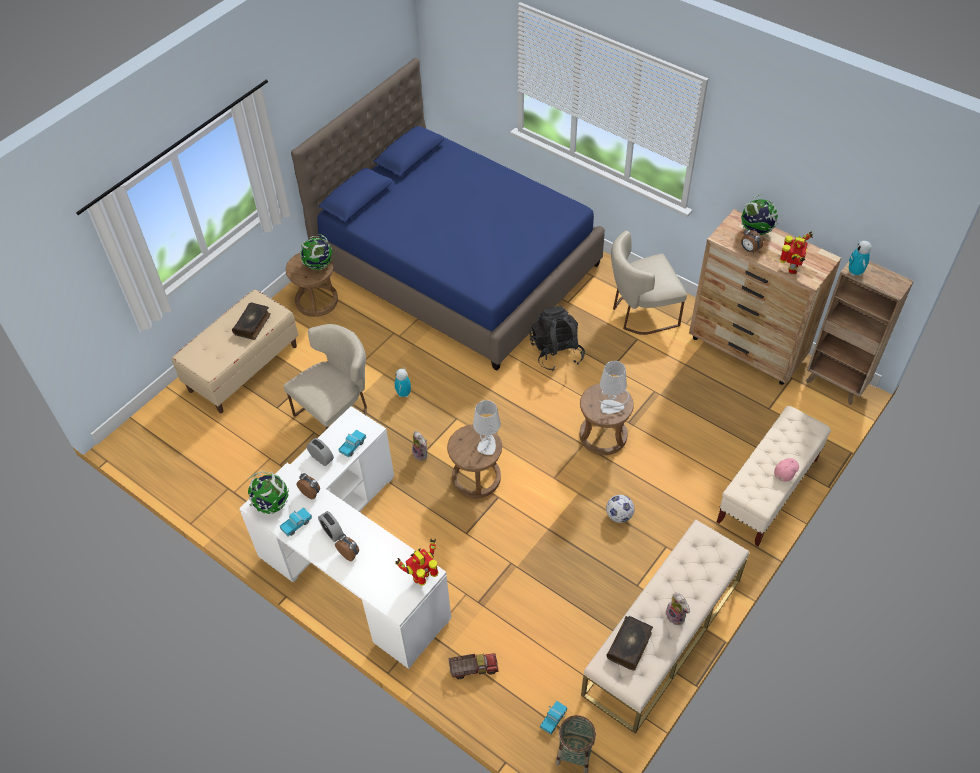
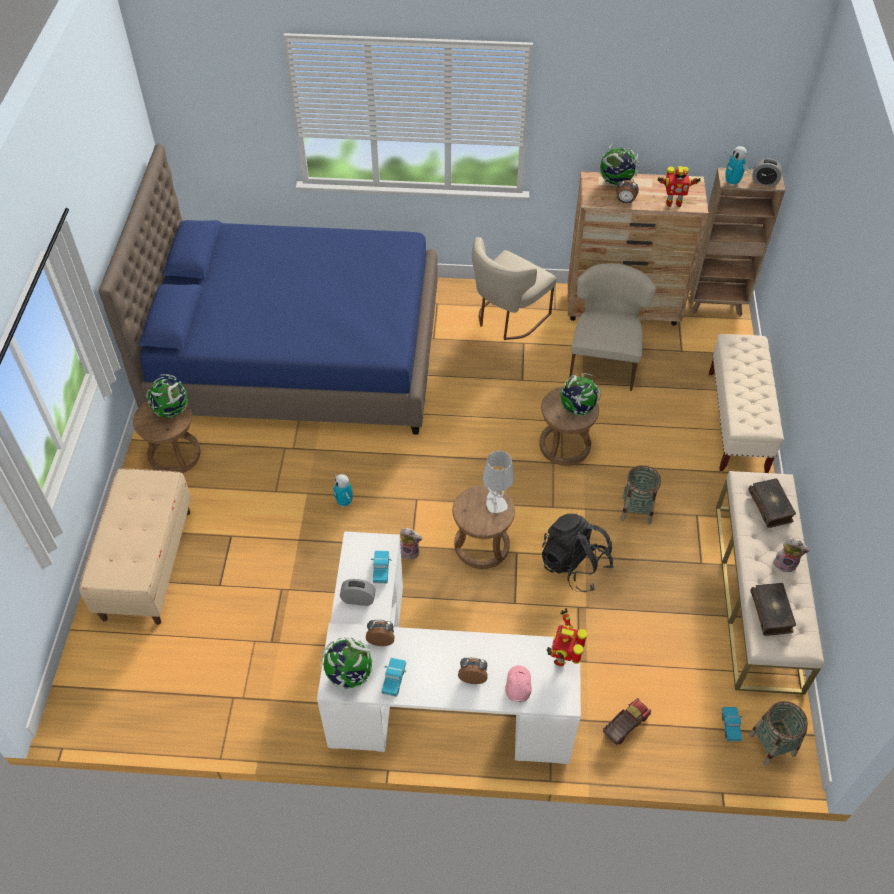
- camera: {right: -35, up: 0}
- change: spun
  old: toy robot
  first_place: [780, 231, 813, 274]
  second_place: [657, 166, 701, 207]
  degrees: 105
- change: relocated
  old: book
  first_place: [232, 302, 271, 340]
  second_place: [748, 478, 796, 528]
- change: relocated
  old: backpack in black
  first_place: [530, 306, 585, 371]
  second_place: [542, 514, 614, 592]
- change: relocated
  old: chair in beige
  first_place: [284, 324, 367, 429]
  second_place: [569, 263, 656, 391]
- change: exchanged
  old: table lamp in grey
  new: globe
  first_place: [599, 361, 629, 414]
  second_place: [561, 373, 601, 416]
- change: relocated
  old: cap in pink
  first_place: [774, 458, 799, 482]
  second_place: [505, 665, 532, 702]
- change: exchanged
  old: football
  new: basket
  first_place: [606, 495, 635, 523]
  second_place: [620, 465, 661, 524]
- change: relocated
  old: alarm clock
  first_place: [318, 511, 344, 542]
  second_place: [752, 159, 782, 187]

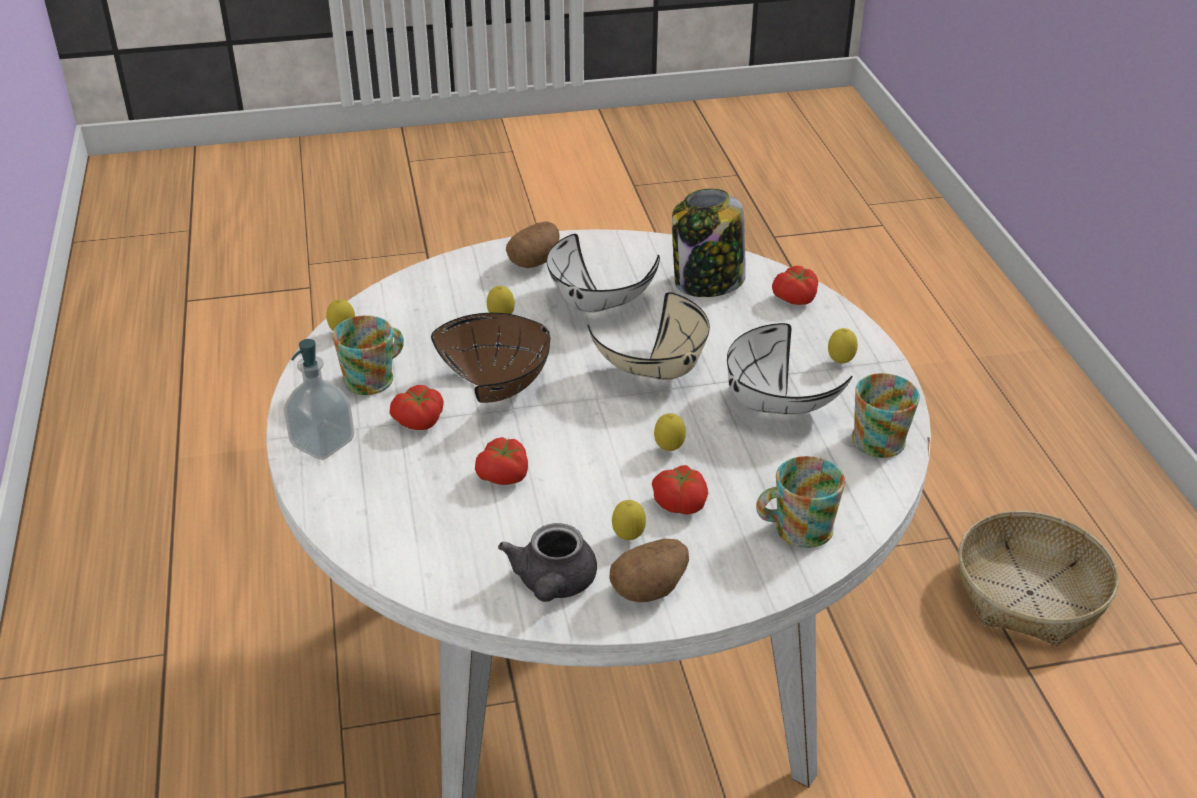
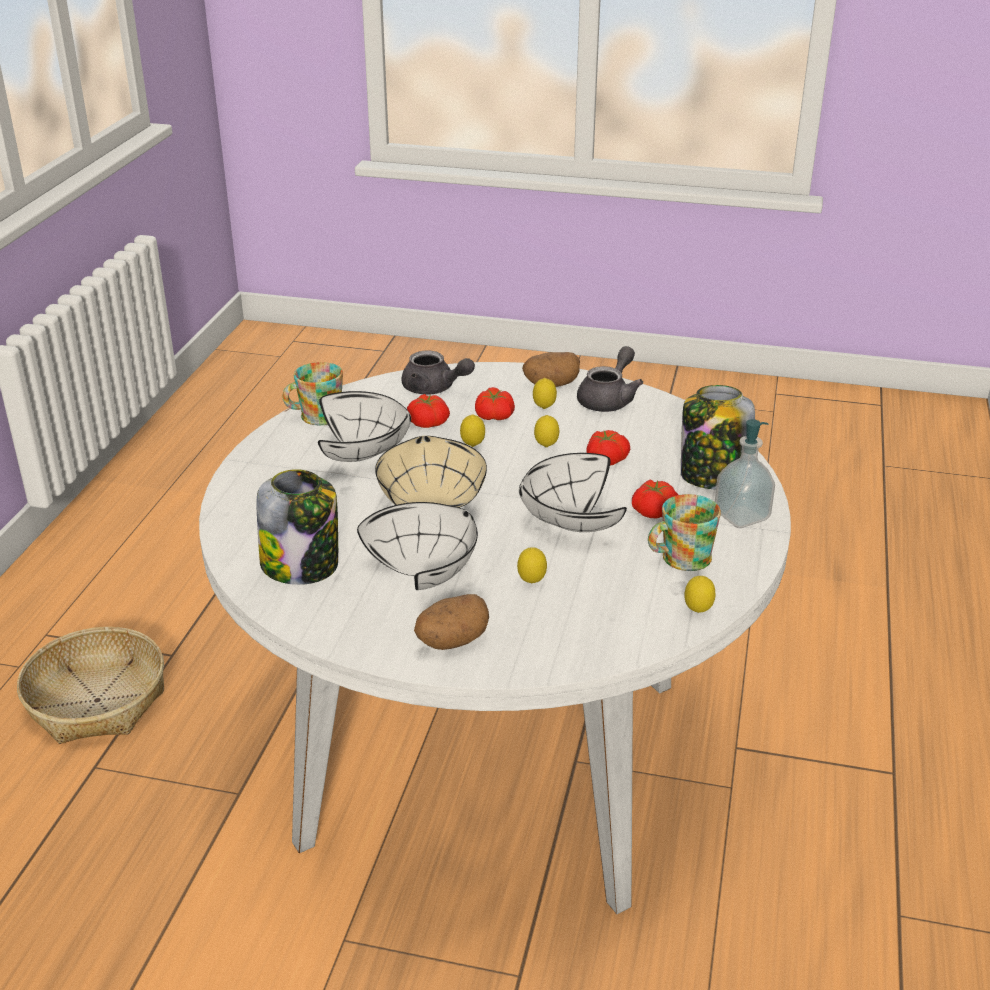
- camera: {right: -155, up: -5}
- change: relocated
  old: tomato
  first_place: [772, 266, 818, 305]
  second_place: [407, 394, 450, 428]
- change: colour
  old: bowl in brown
  new: bowl in white
  first_place: [431, 313, 550, 403]
  second_place: [519, 453, 627, 532]
- change: relocated
  old: lemon
  first_place: [828, 328, 858, 364]
  second_place: [534, 415, 559, 447]
- change: exchanged
  old: mug
  new: teapot in grey
  first_place: [756, 456, 845, 548]
  second_place: [401, 350, 475, 395]
- change: appeared
  new: jar
  second_place: [681, 385, 755, 490]

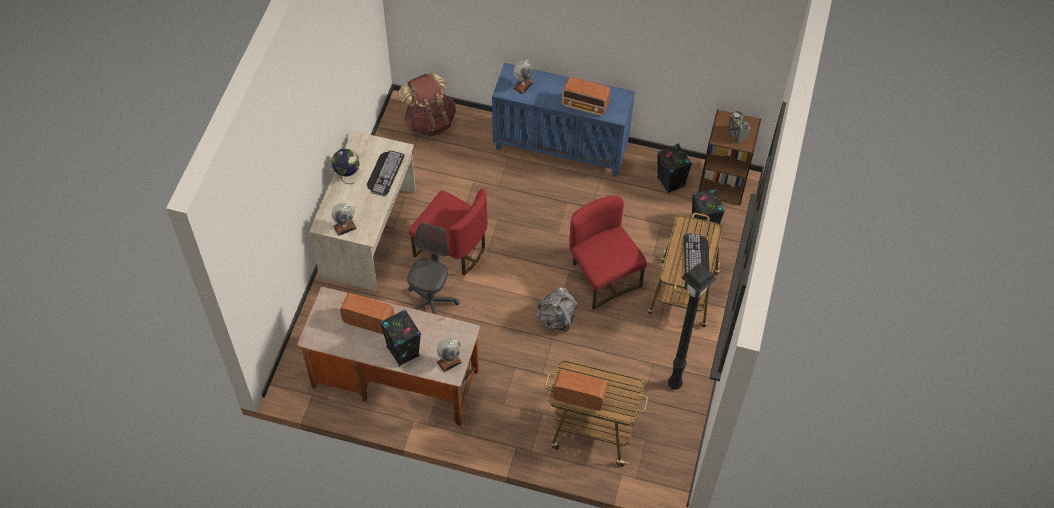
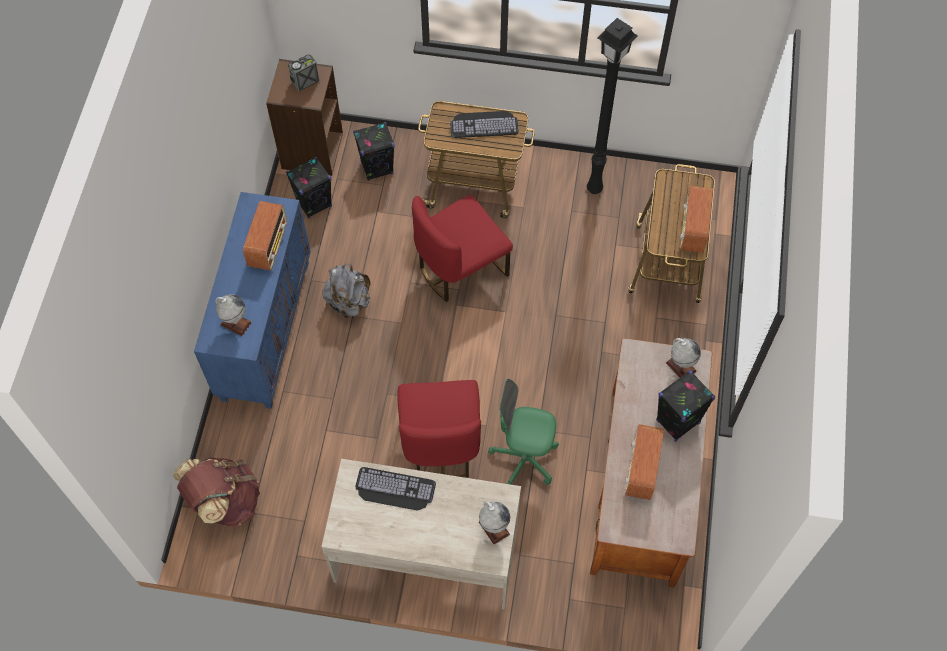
- camera: {right: -95, up: 5}
- change: missing
  old: globe
  first_place: [332, 149, 360, 184]
- change: spun
  old: chair in red
  first_place: [409, 188, 488, 275]
  second_place: [398, 380, 481, 478]
  degrees: 150
- change: colour
  old: office chair in grey
  new: office chair in green
  first_place: [407, 222, 459, 314]
  second_place: [488, 379, 559, 485]
- change: relocated
  old: backpack in grey
  first_place: [535, 287, 578, 333]
  second_place: [322, 264, 371, 318]

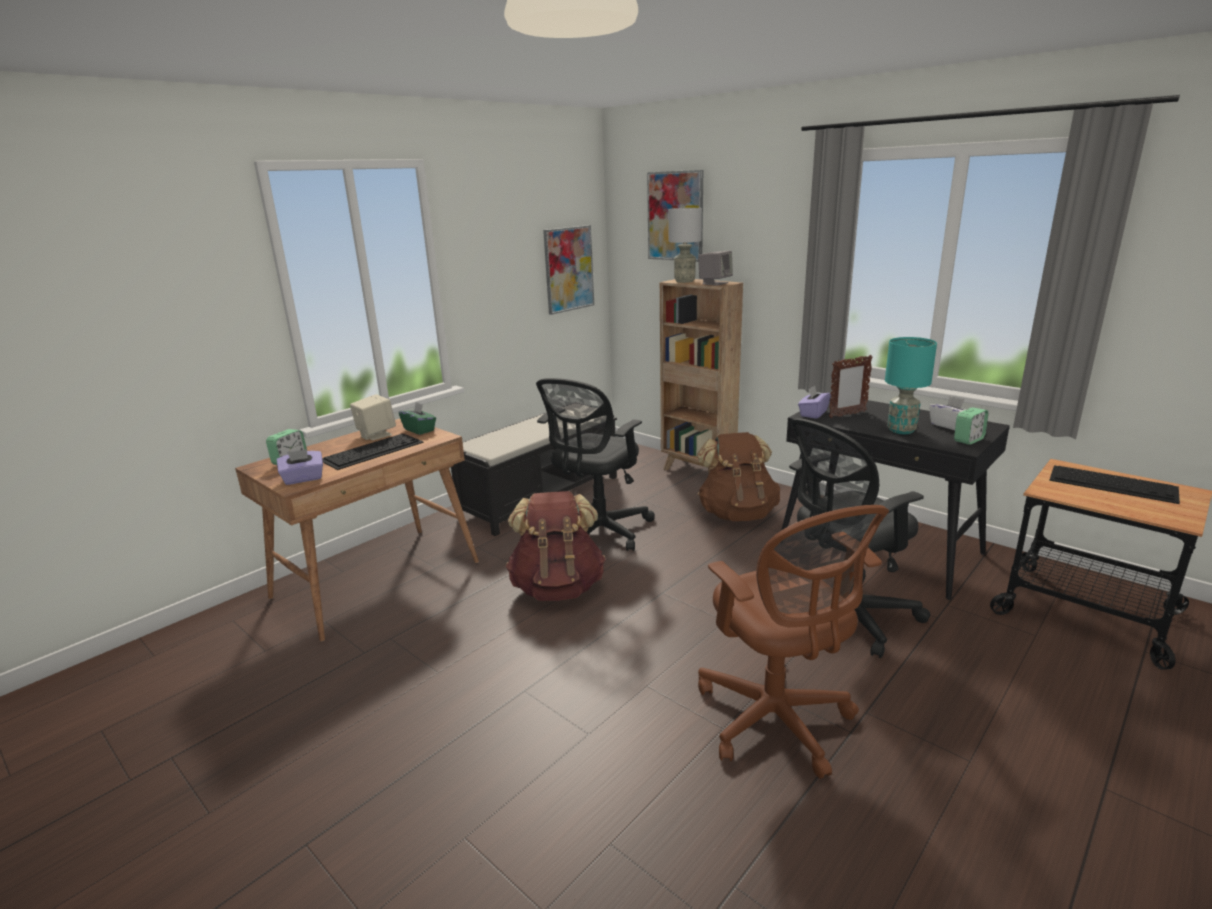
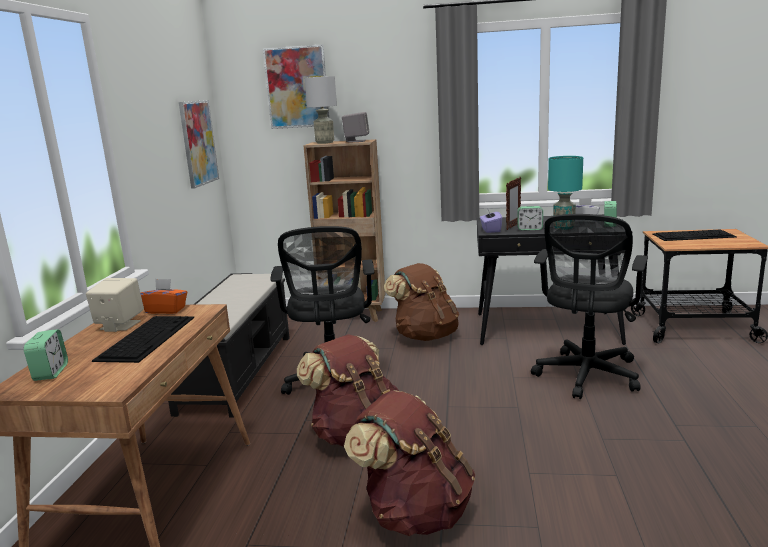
- camera: {right: -35, up: -5}
- change: colour
  old: tissue box in green
  new: tissue box in orange
  first_place: [399, 402, 436, 435]
  second_place: [141, 279, 187, 314]
- change: missing
  old: tissue box in purple
  first_place: [277, 449, 323, 485]
- change: missing
  old: office chair in brown
  first_place: [698, 505, 889, 779]
- change: appeared
  new: alarm clock
  second_place: [517, 206, 543, 230]
- change: appeared
  new: backpack in brown
  second_place: [344, 390, 475, 536]

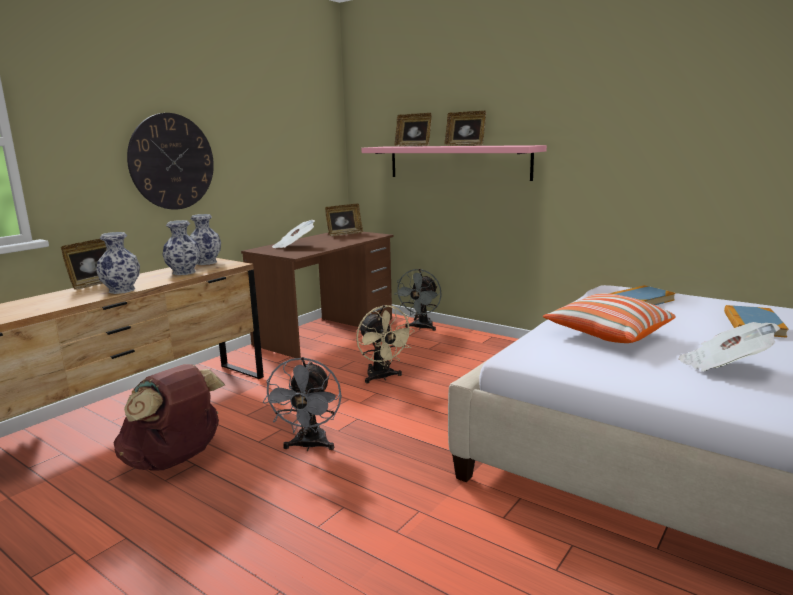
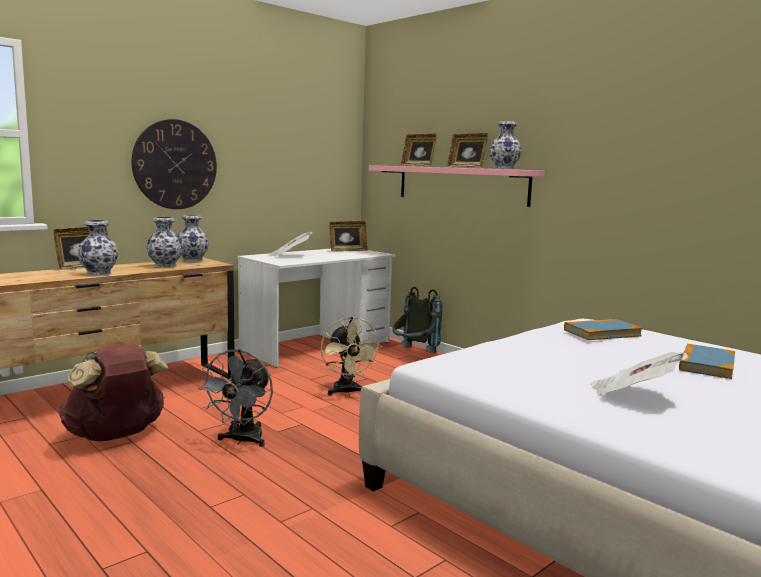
- camera: {right: 10, up: -5}
- change: colour
  old: desk in brown
  new: desk in white
  first_place: [241, 232, 394, 358]
  second_place: [237, 249, 395, 367]
- change: exchanged
  old: fan in grey
  new: backpack in grey
  first_place: [394, 269, 442, 331]
  second_place: [392, 287, 443, 353]
- change: missing
  old: pillow
  first_place: [543, 293, 676, 343]
- change: appeared
  new: vase
  second_place: [490, 121, 522, 169]

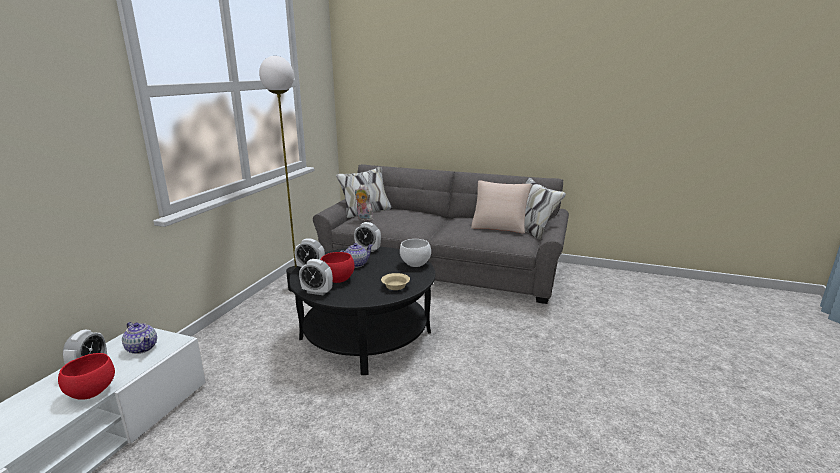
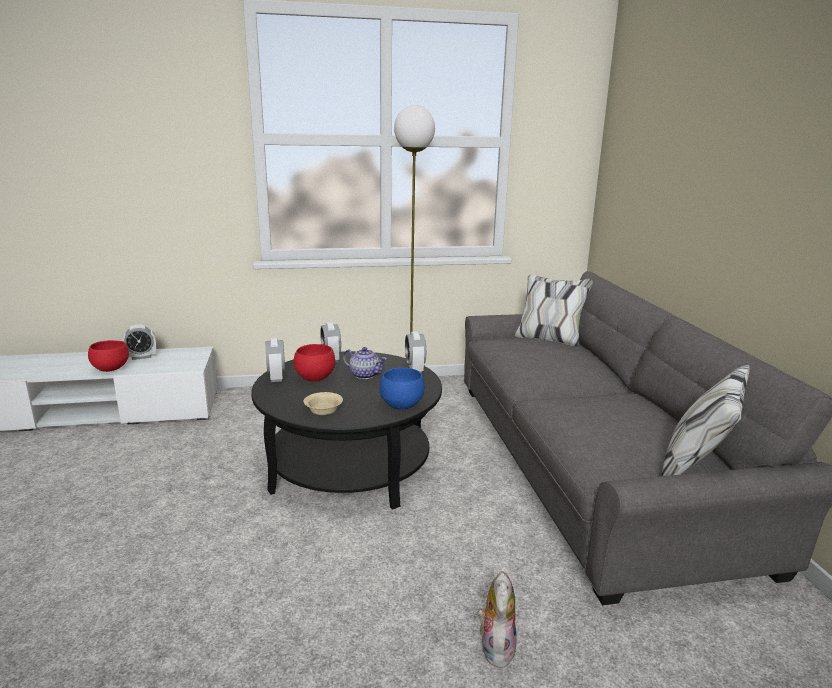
- camera: {right: 60, up: 0}
- change: missing
  old: pillow in beige
  first_place: [471, 180, 531, 234]
- change: relocated
  old: plush toy
  first_place: [355, 185, 373, 221]
  second_place: [477, 571, 517, 668]
- change: colour
  old: bowl in white
  new: bowl in blue
  first_place: [400, 239, 431, 267]
  second_place: [379, 368, 425, 409]
- change: missing
  old: teapot
  first_place: [122, 322, 157, 354]

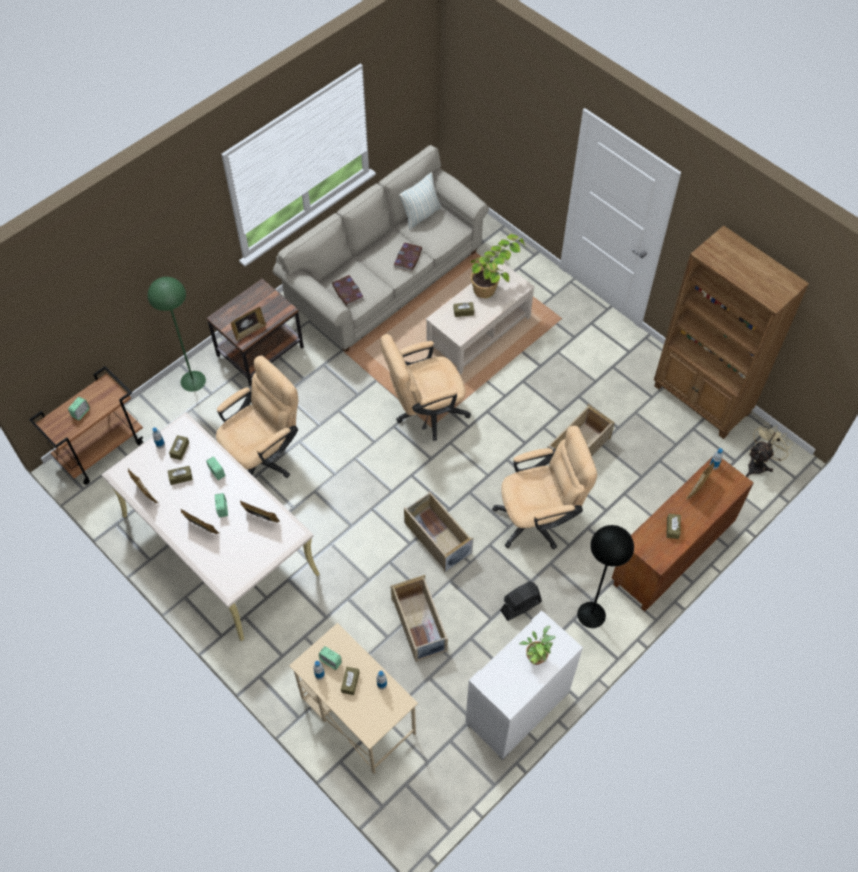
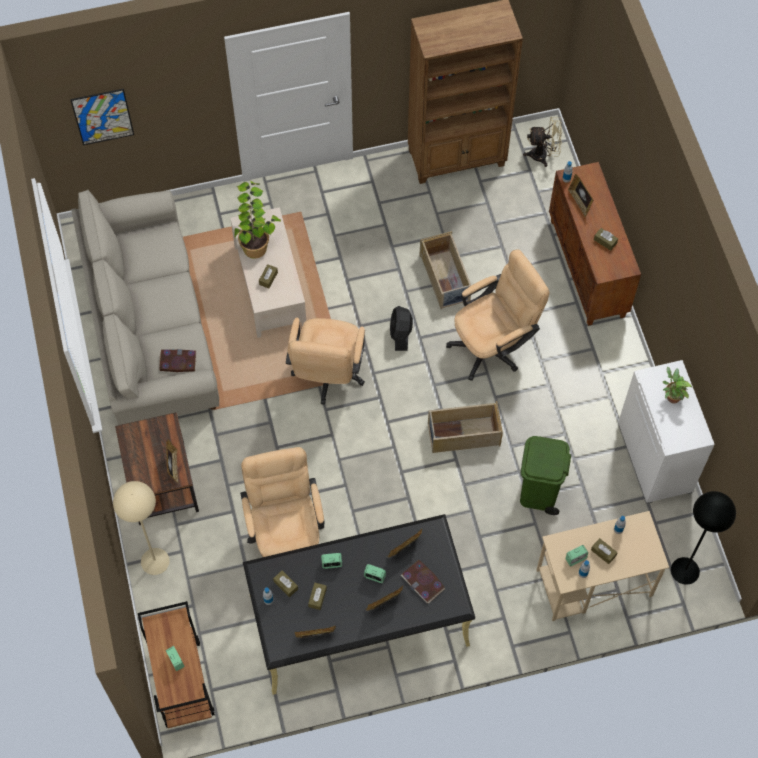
- camera: {right: -60, up: 5}
- change: missing
  old: pillow
  first_place: [399, 173, 442, 230]
- change: relocated
  old: book
  first_place: [394, 243, 422, 272]
  second_place: [401, 560, 445, 604]
- change: colour
  old: floor lamp in green
  new: floor lamp in beige
  first_place: [148, 277, 206, 392]
  second_place: [113, 481, 170, 575]
- change: colour
  old: desk in beige
  new: desk in black
  first_place: [102, 412, 320, 641]
  second_place: [243, 514, 475, 695]
- change: spun
  old: fan in beige
  first_place: [746, 422, 793, 477]
  second_place: [523, 117, 562, 167]
  degrees: 105
- change: spun
  old: office chair in beige
  first_place: [492, 426, 597, 550]
  second_place: [446, 249, 549, 381]
  degrees: 45
- change: relocated
  old: floor lamp in black
  first_place: [577, 525, 634, 628]
  second_place: [671, 491, 736, 585]
- change: exchanged
  old: storage box in beige
  new: trash can in green
  first_place: [391, 575, 448, 662]
  second_place: [520, 436, 571, 515]
- change: relocated
  old: fan in black
  first_place: [500, 581, 542, 621]
  second_place: [390, 306, 413, 351]
- change: appeared
  new: picture
  second_place: [70, 89, 134, 145]

